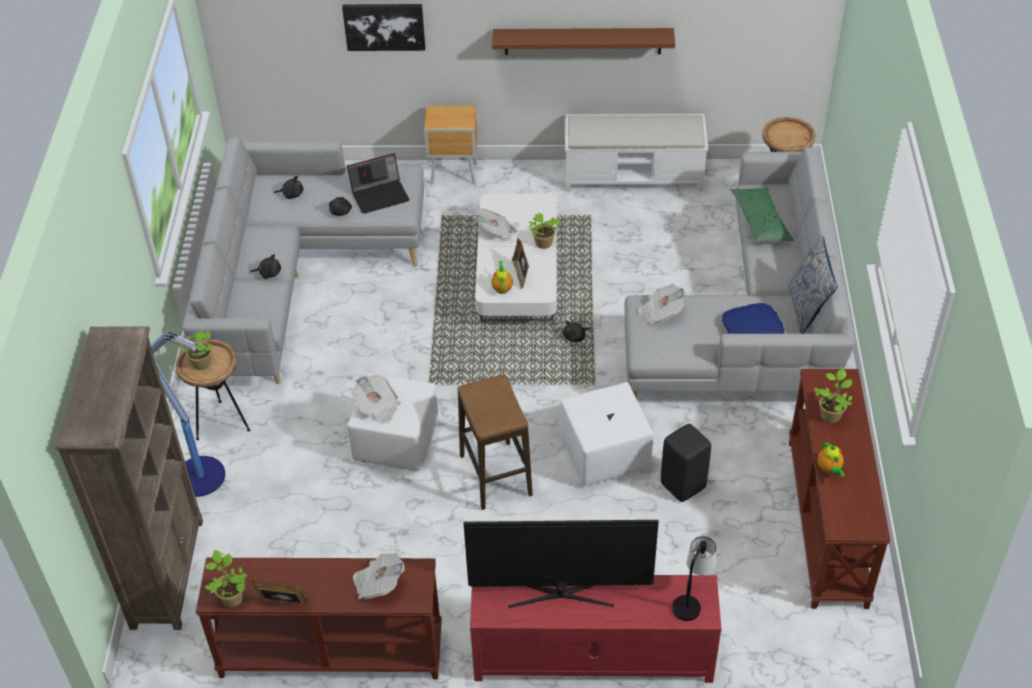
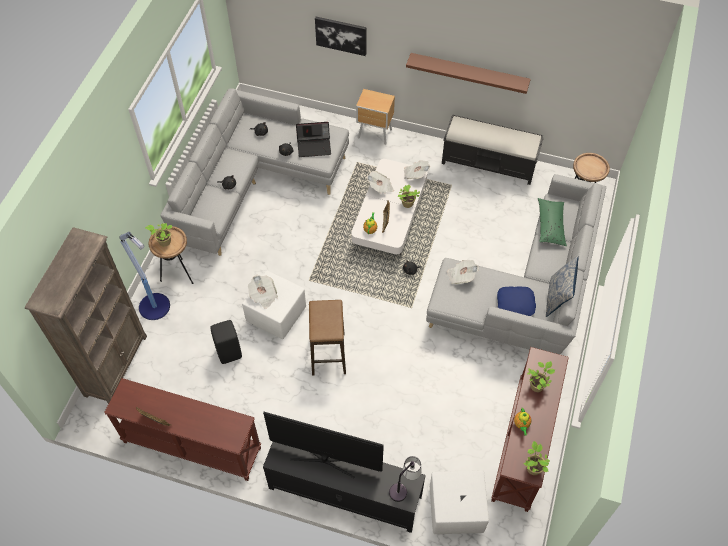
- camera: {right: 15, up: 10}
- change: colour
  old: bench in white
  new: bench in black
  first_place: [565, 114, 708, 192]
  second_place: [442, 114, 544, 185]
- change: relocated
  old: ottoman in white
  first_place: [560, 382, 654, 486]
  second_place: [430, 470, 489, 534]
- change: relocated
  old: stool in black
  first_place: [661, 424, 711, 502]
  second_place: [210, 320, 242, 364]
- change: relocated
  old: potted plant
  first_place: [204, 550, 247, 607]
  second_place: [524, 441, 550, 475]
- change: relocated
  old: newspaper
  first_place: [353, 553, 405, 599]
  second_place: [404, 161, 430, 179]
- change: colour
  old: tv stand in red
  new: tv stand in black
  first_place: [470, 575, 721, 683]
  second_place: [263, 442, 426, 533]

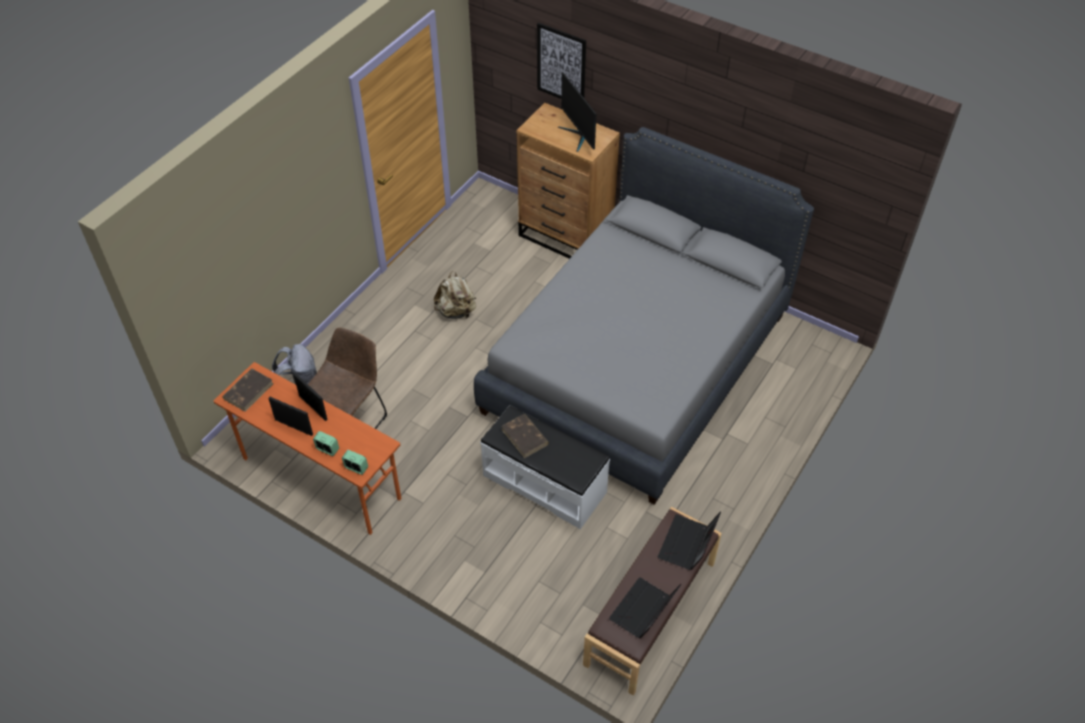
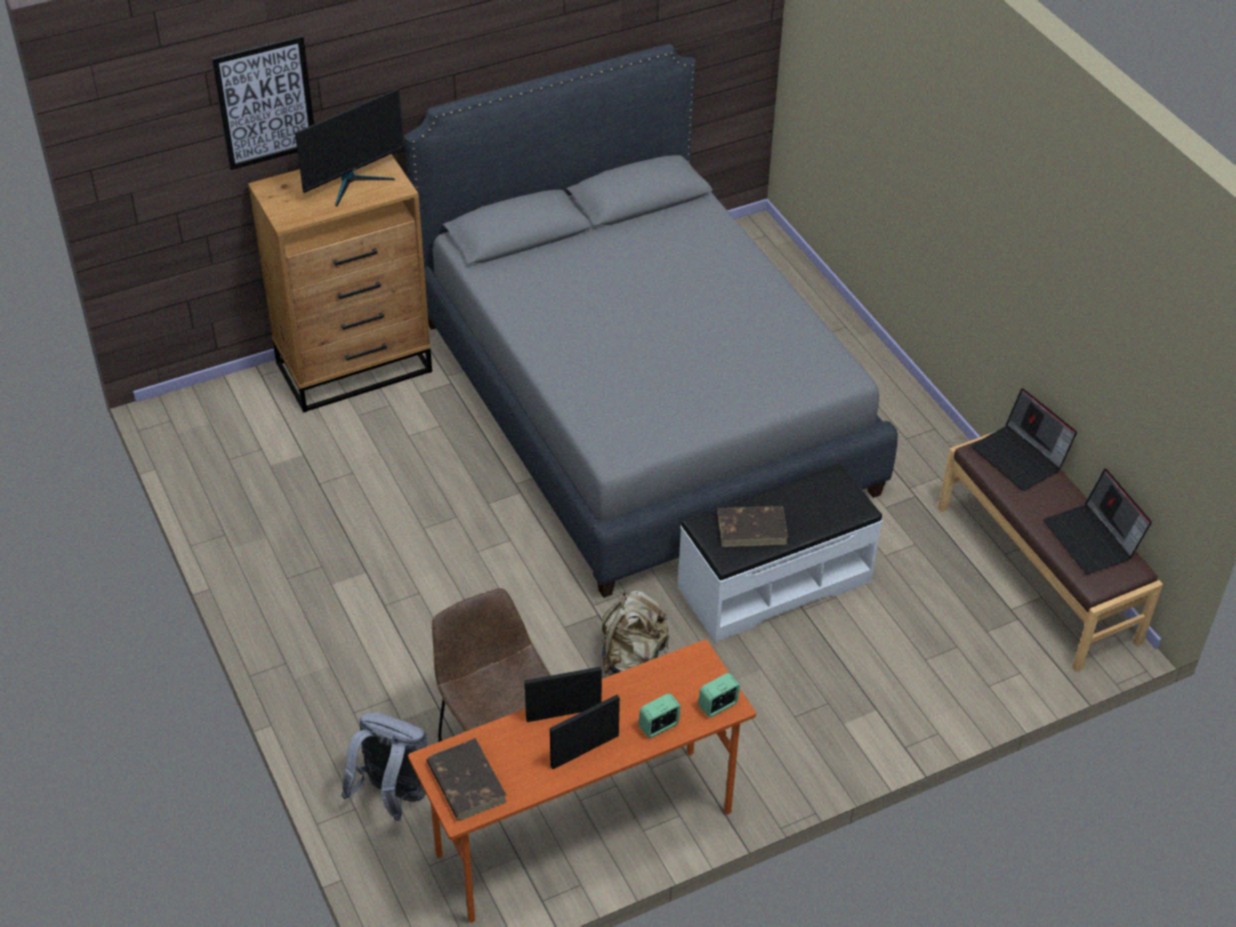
- camera: {right: -60, up: -5}
- change: spun
  old: monitor
  first_place: [558, 72, 596, 152]
  second_place: [295, 88, 404, 206]
  degrees: -45
- change: relocated
  old: backpack in beige
  first_place: [434, 271, 476, 319]
  second_place: [602, 590, 669, 676]

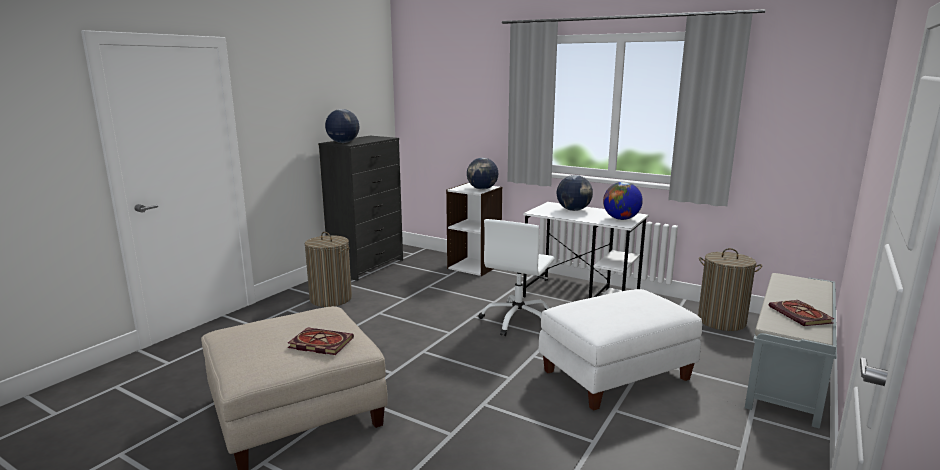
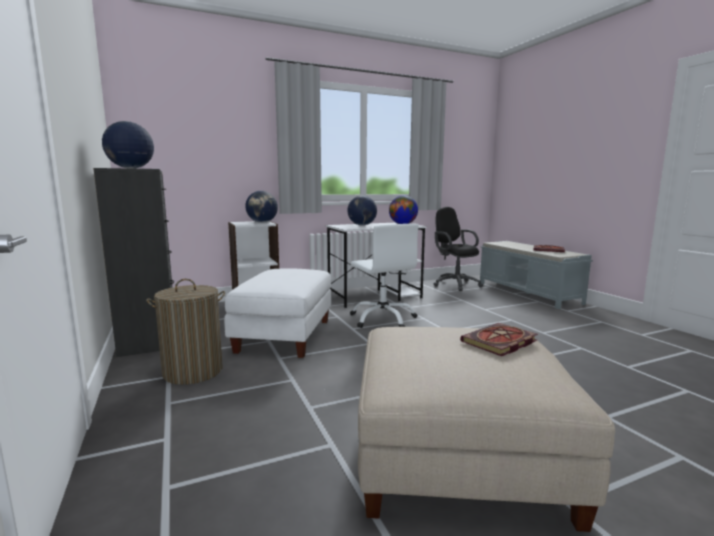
- camera: {right: -55, up: -5}
- change: exchanged
  old: laundry basket
  new: office chair in black
  first_place: [698, 248, 762, 331]
  second_place: [434, 207, 483, 291]
- change: relocated
  old: ottoman in white
  first_place: [538, 289, 702, 411]
  second_place: [224, 268, 331, 358]

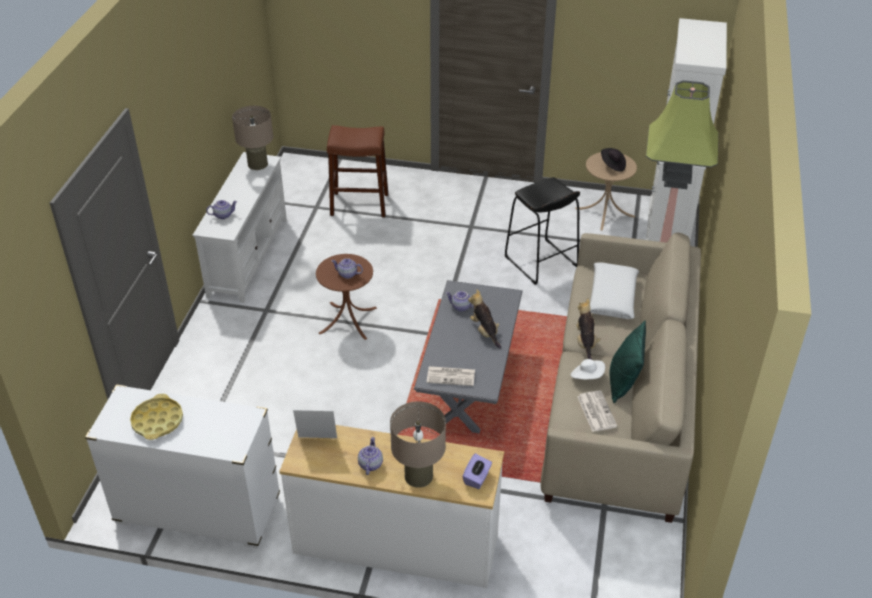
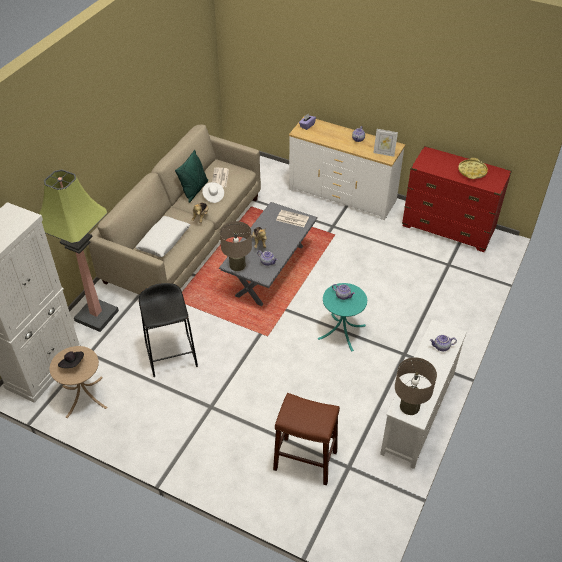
- camera: {right: -165, up: 5}
- change: colour
  old: side table in brown
  new: side table in turquoise
  first_place: [316, 254, 377, 340]
  second_place: [318, 283, 367, 352]
- change: colour
  old: dresser in white
  new: dresser in red
  first_place: [85, 384, 280, 549]
  second_place: [402, 146, 512, 252]
- change: relocated
  old: table lamp in beige
  first_place: [390, 401, 446, 488]
  second_place: [220, 221, 252, 271]

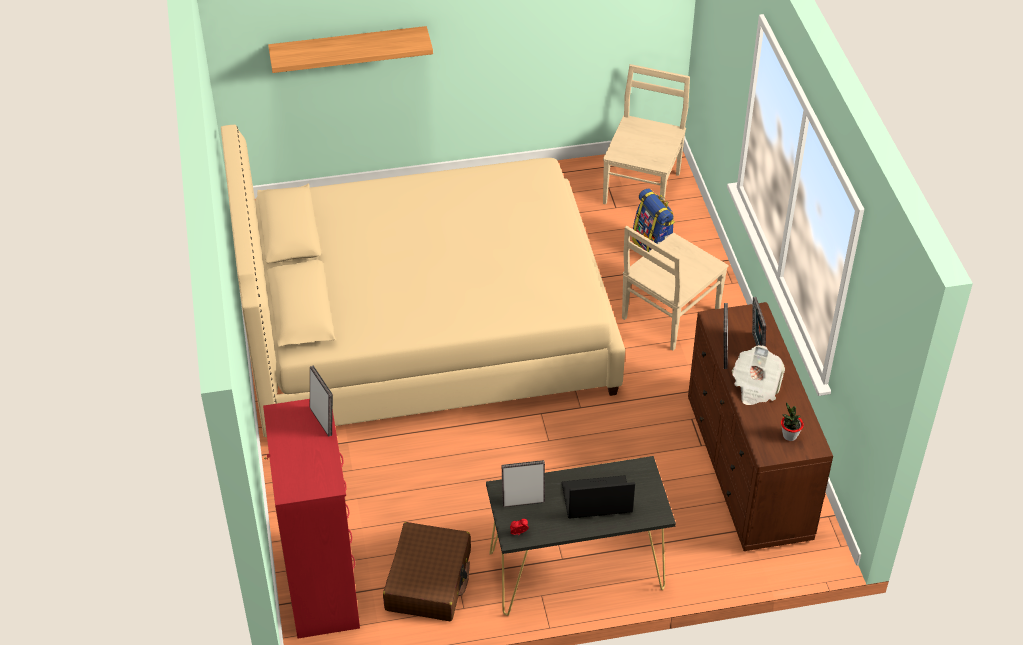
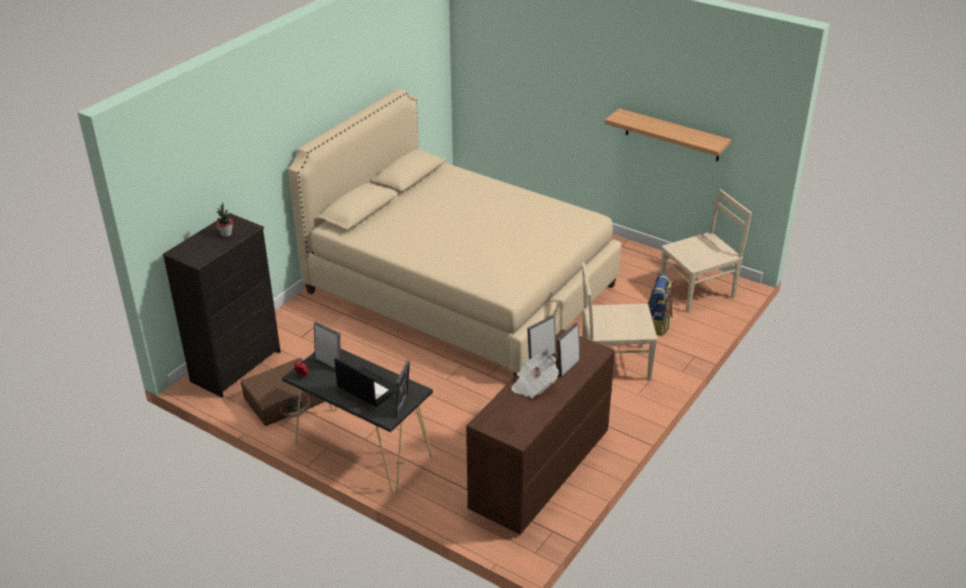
- camera: {right: 45, up: -10}
- change: relocated
  old: shelf
  first_place: [268, 26, 433, 73]
  second_place: [605, 108, 731, 161]
- change: relocated
  old: picture frame
  first_place: [310, 366, 333, 437]
  second_place: [394, 361, 410, 417]
- change: colour
  old: dresser in red
  new: dresser in black
  first_place: [263, 399, 360, 638]
  second_place: [163, 213, 281, 398]
- change: relocated
  old: potted plant
  first_place: [781, 402, 804, 441]
  second_place: [216, 202, 233, 237]

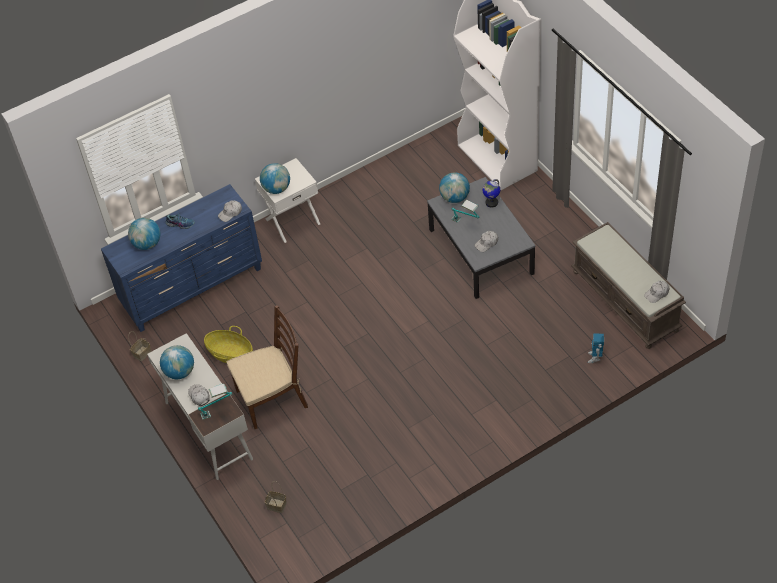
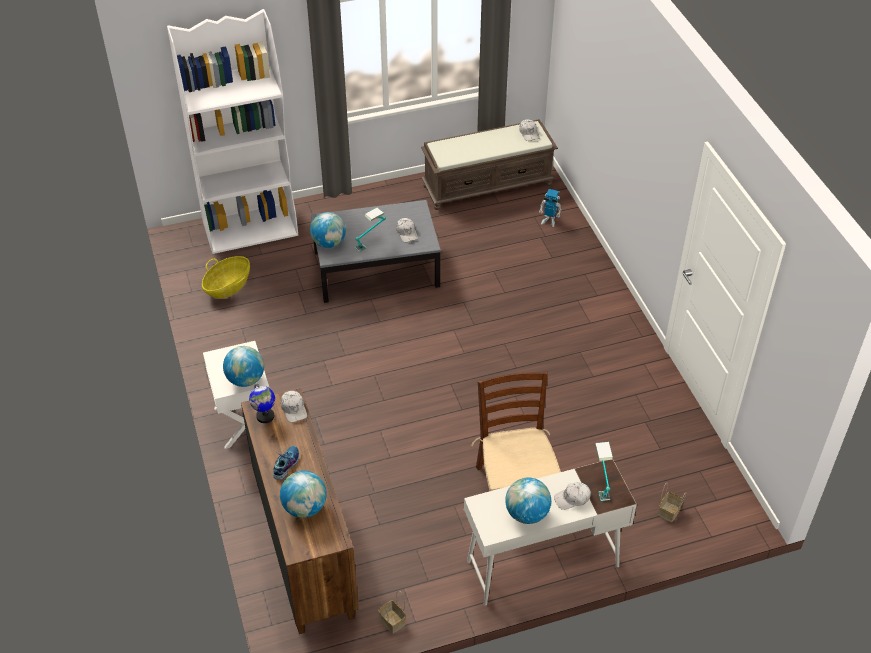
- camera: {right: -80, up: -5}
- change: relocated
  old: globe
  first_place: [482, 179, 500, 208]
  second_place: [249, 383, 275, 423]
- change: colour
  old: dresser in blue
  new: dresser in brown
  first_place: [101, 184, 262, 332]
  second_place: [241, 388, 359, 634]
- change: relocated
  old: basket
  first_place: [204, 326, 253, 363]
  second_place: [202, 256, 250, 298]

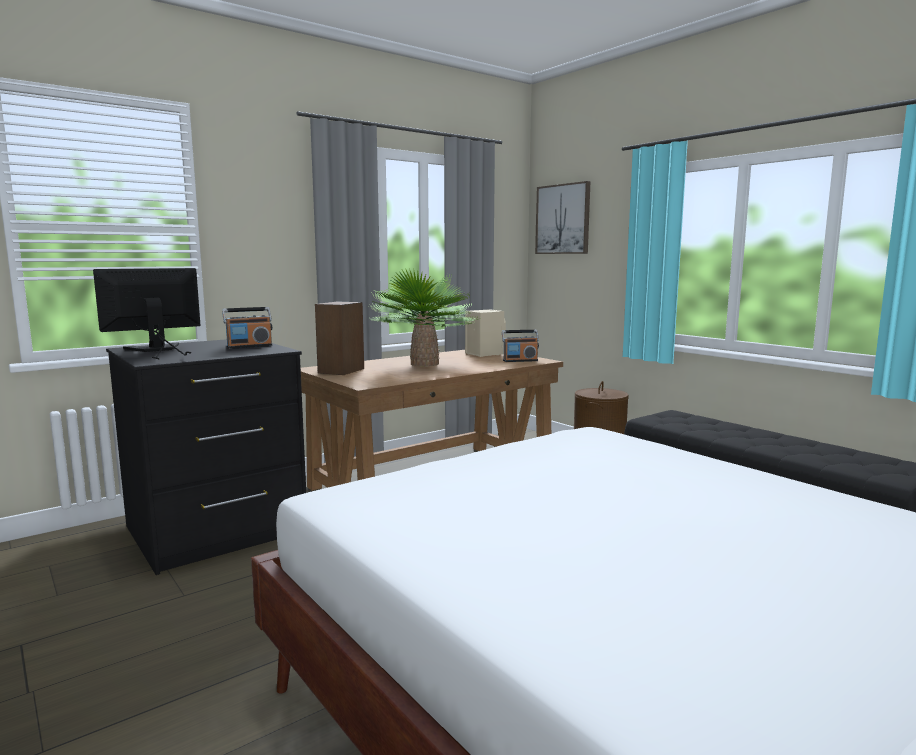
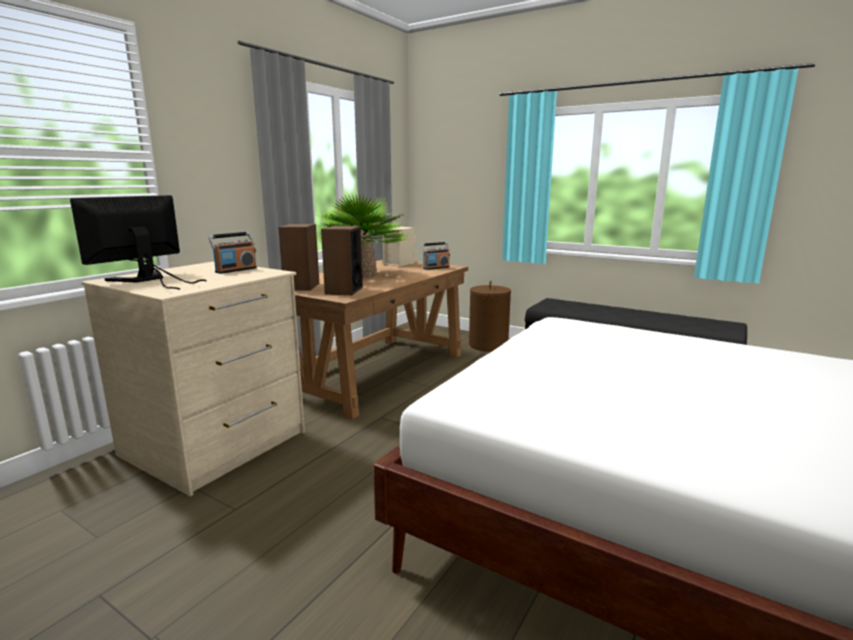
- camera: {right: -20, up: 5}
- change: missing
  old: picture
  first_place: [535, 181, 591, 254]
- change: colour
  old: dresser in black
  new: dresser in beige
  first_place: [106, 339, 306, 575]
  second_place: [81, 261, 305, 497]
- change: appeared
  new: speaker
  second_place: [321, 226, 363, 295]

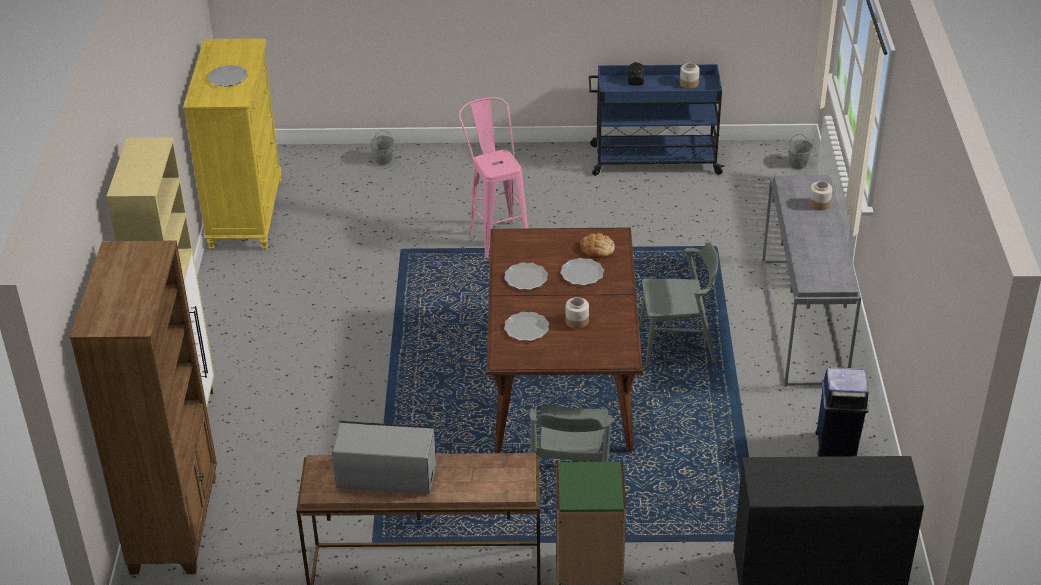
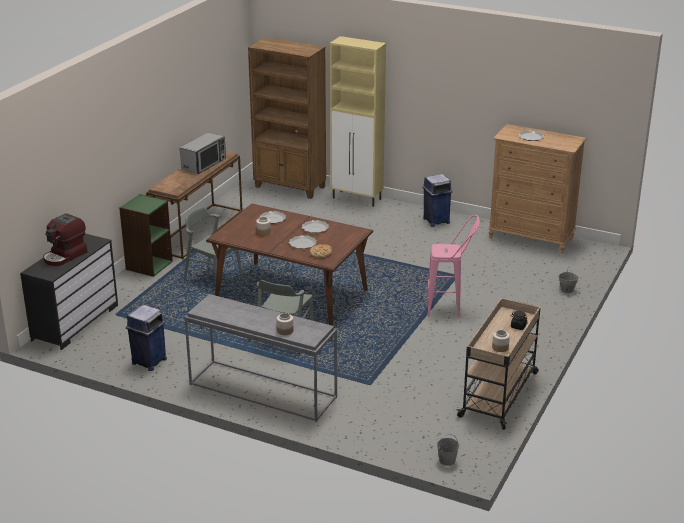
- camera: {right: 115, up: -10}
- change: colour
  old: dresser in yellow
  new: dresser in brown
  first_place: [183, 38, 282, 250]
  second_place: [488, 124, 586, 253]
- change: colour
  old: cart in blue
  new: cart in beige
  first_place: [589, 64, 724, 176]
  second_place: [456, 298, 541, 430]
- change: appeared
  new: trash can in blue
  second_place: [422, 174, 452, 227]
- change: appeared
  new: coffee machine
  second_place: [43, 214, 88, 266]

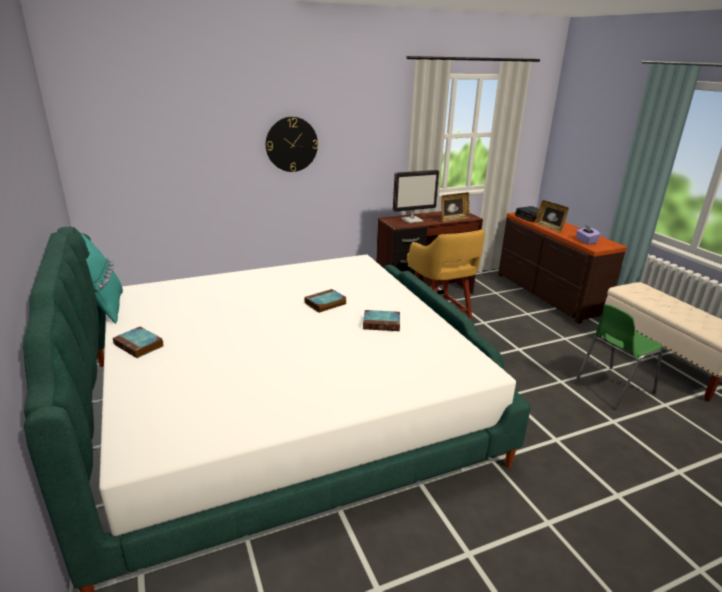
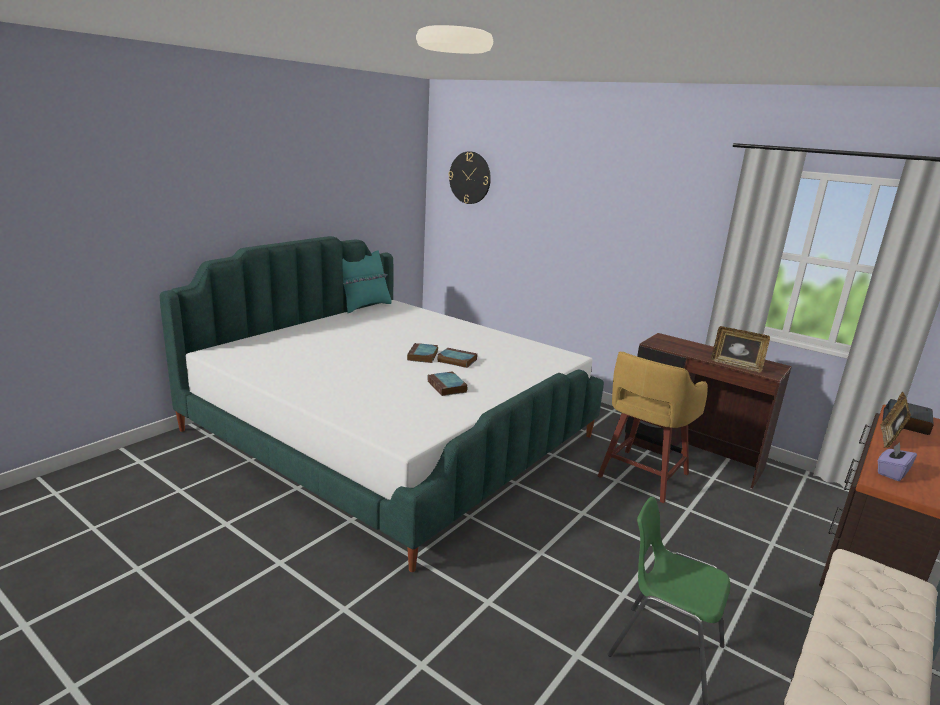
- camera: {right: 60, up: -5}
- change: relocated
  old: wall clock
  first_place: [266, 117, 318, 172]
  second_place: [449, 151, 491, 204]
- change: missing
  old: monitor
  first_place: [393, 170, 439, 223]
- change: relocated
  old: book
  first_place: [113, 327, 163, 358]
  second_place: [407, 343, 438, 363]

